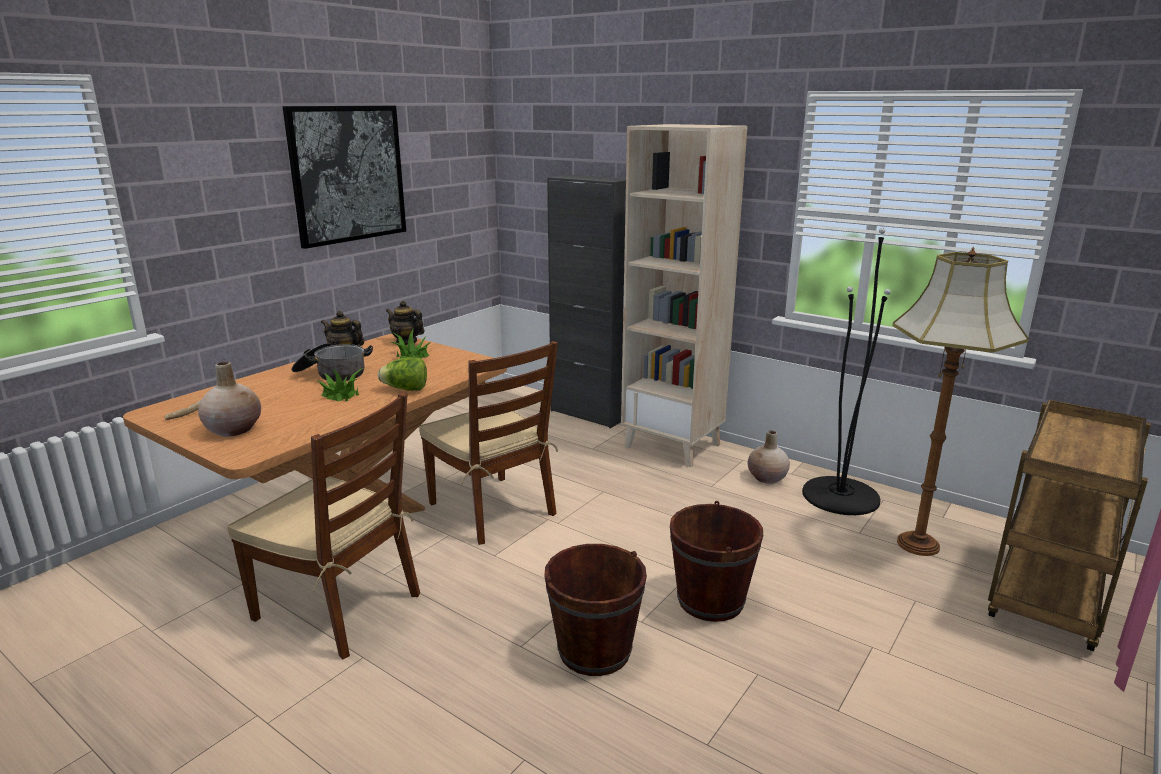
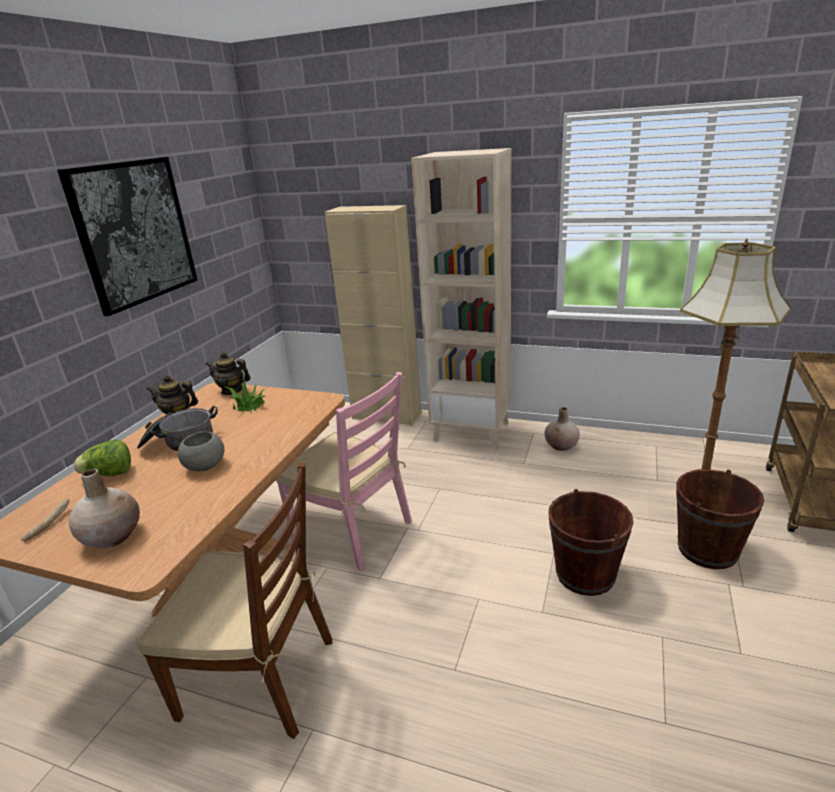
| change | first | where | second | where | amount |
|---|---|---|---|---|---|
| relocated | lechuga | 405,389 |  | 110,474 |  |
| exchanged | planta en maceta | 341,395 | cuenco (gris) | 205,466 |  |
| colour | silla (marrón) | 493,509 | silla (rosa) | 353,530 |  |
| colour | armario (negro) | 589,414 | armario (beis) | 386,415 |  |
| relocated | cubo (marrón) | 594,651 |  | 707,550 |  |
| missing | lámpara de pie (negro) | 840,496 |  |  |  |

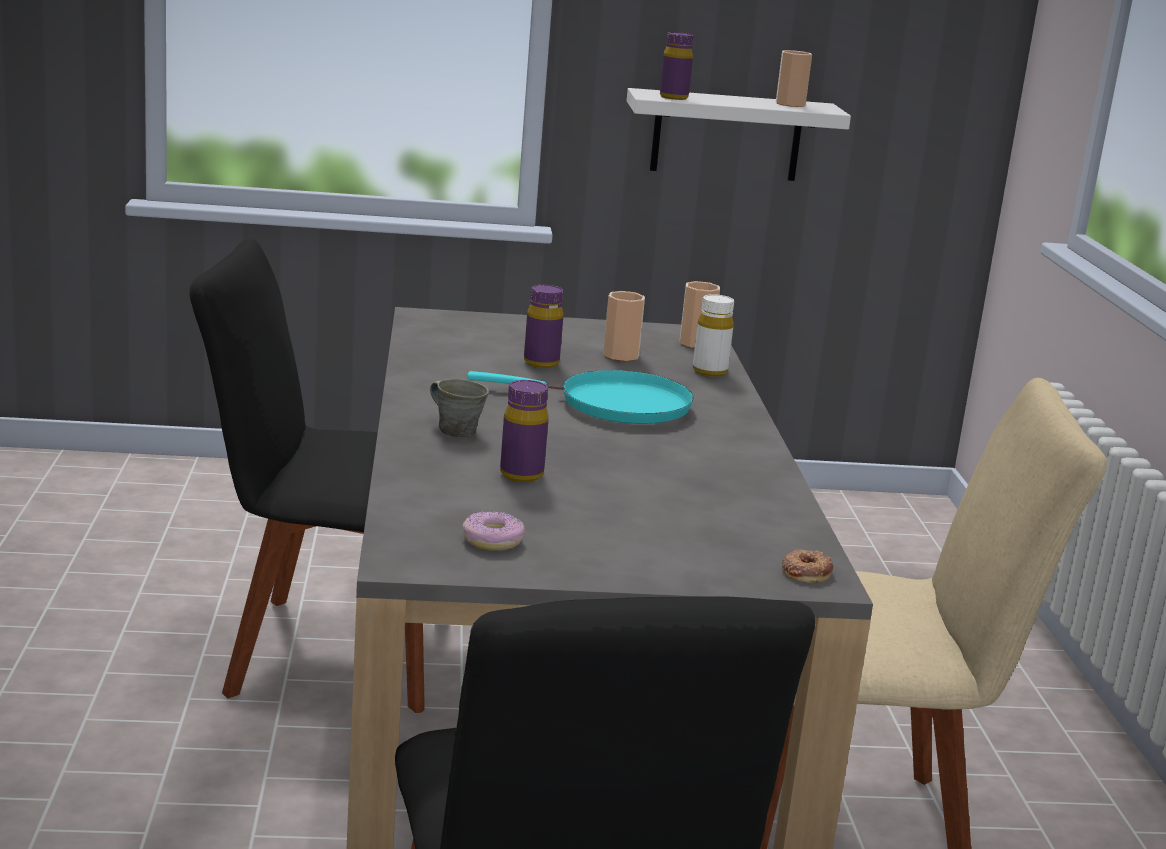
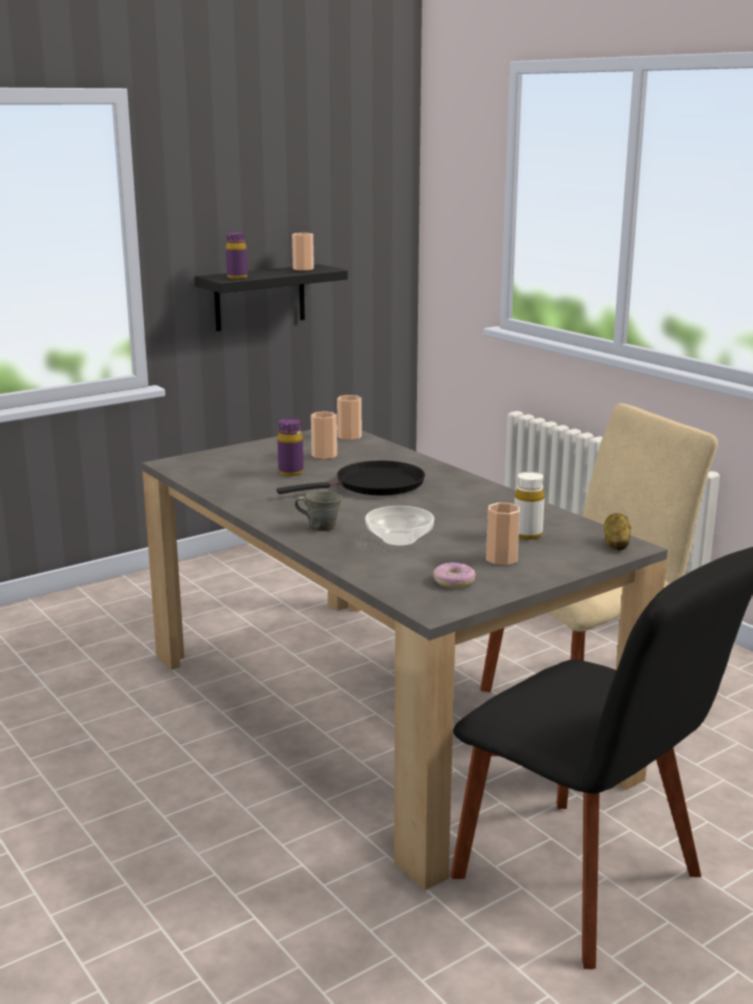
| change | first | where | second | where | amount |
|---|---|---|---|---|---|
| colour | estante (blanco) | 726,135 | estante (negro) | 260,297 |  |
| colour | sartén (turquesa) | 615,405 | sartén (negro) | 374,485 |  |
| exchanged | botella (morado) | 521,474 | cuenco | 400,540 |  |
| appeared |  |  | taza | 501,559 |  |
| relocated | botella (blanco) | 709,371 |  | 527,535 |  |
| exchanged | rosquilla | 805,572 | patata | 616,544 |  |
| missing | silla (negro) | 327,653 |  |  |  |

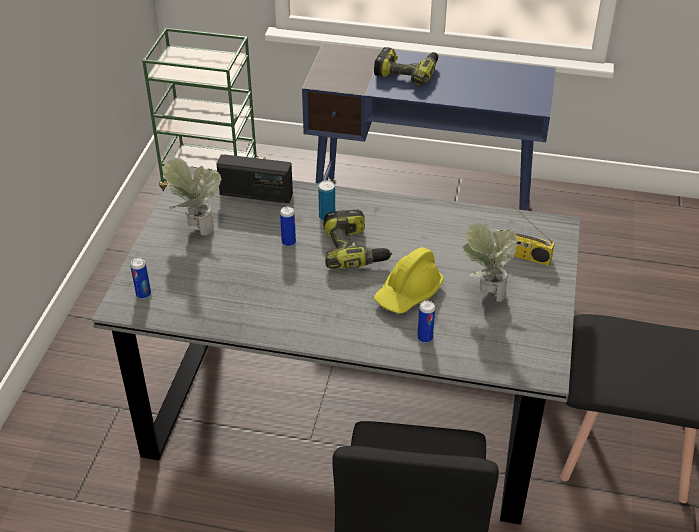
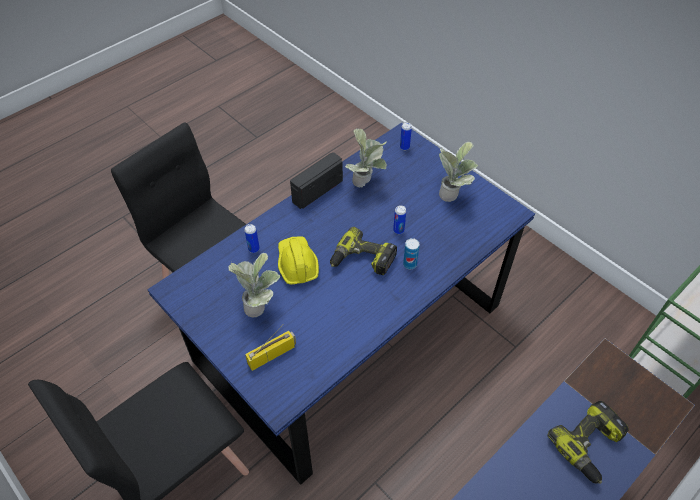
| change | first | where | second | where | amount |
|---|---|---|---|---|---|
| colour | mesa de comedor (gris) | 350,399 | mesa de comedor (azul) | 351,334 |  |
| relocated | radio | 256,194 |  | 317,190 |  |
| appeared |  |  | planta en maceta | 366,182 |  |

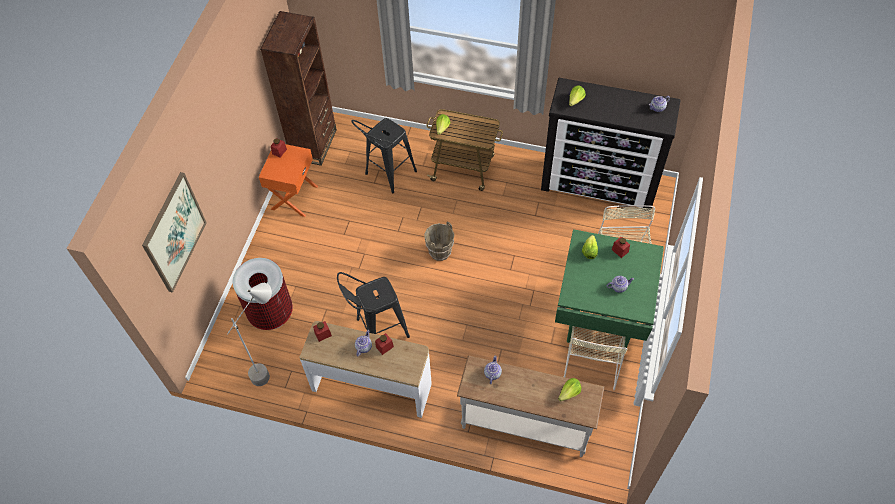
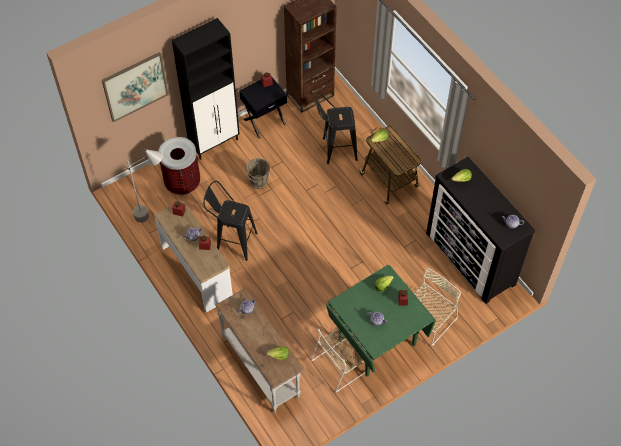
| change | first | where | second | where | amount |
|---|---|---|---|---|---|
| appeared |  |  | armario (negro) | 215,143 |  |
| colour | mesita de noche (naranja) | 293,197 | mesita de noche (negro) | 264,121 |  |
| relocated | cubo (marrón) | 439,252 |  | 258,182 |  |

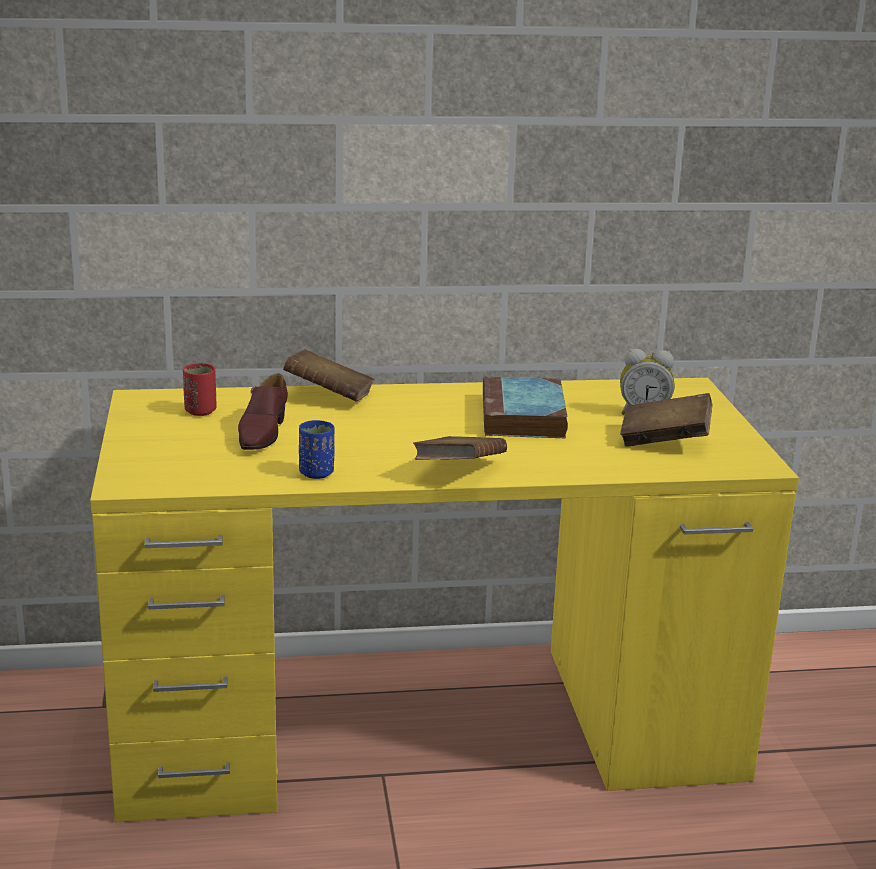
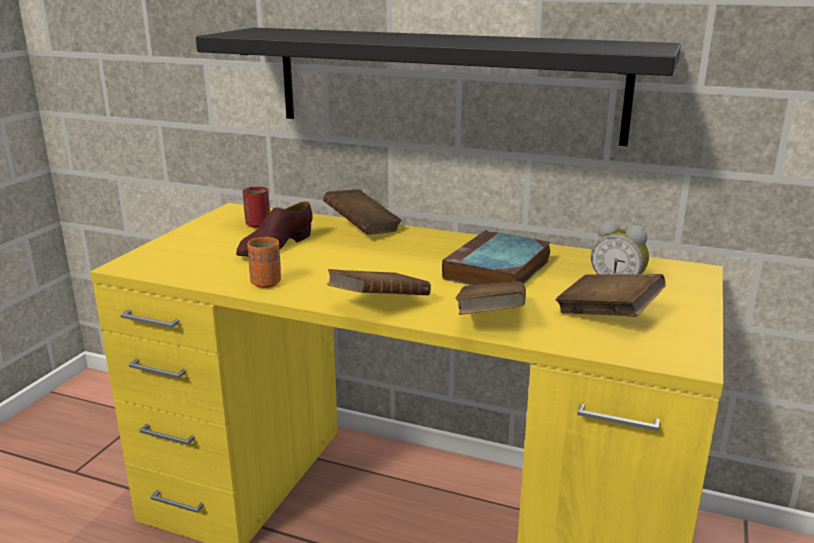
| change | first | where | second | where | amount |
|---|---|---|---|---|---|
| appeared |  |  | estante (negro) | 445,83 |  |
| colour | taza (azul) | 316,473 | taza (naranja) | 266,283 |  |
| appeared |  |  | libro (marrón) | 490,319 |  |

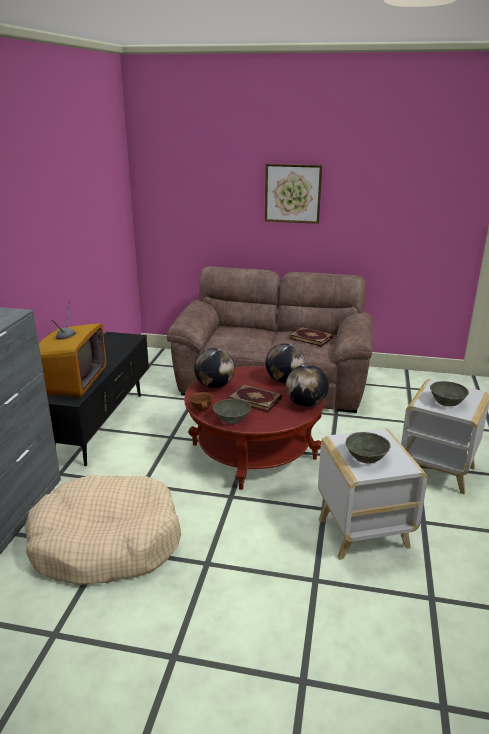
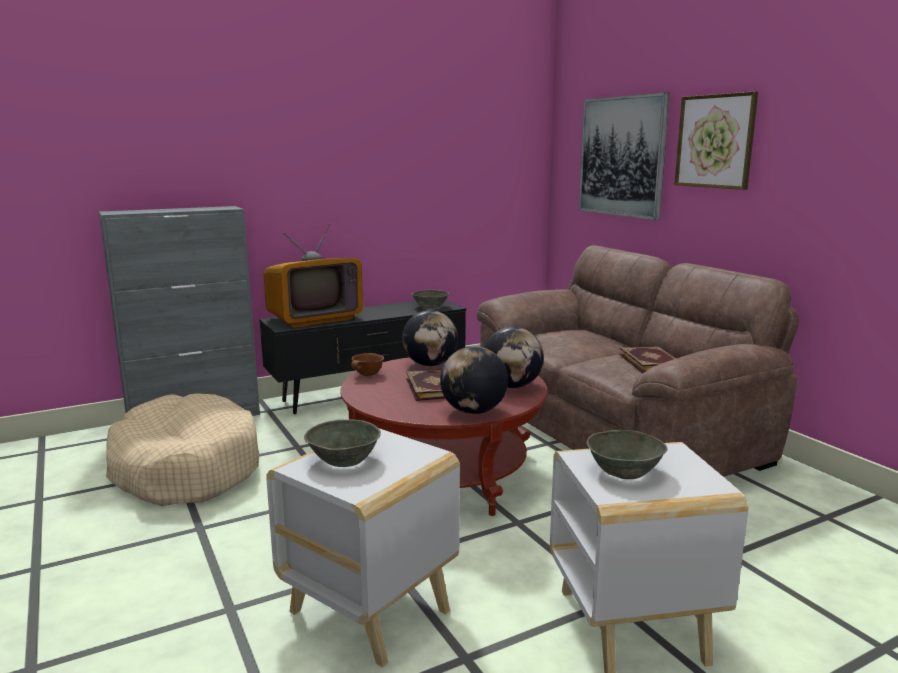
| change | first | where | second | where | amount |
|---|---|---|---|---|---|
| relocated | cuenco (gris) | 232,419 |  | 430,307 |  |
| appeared |  |  | cuadro | 622,156 |  |

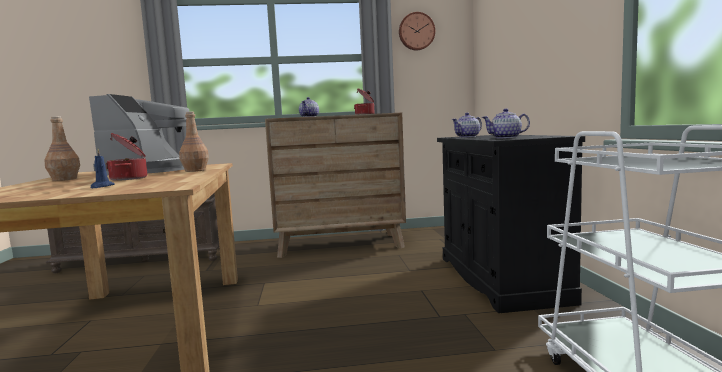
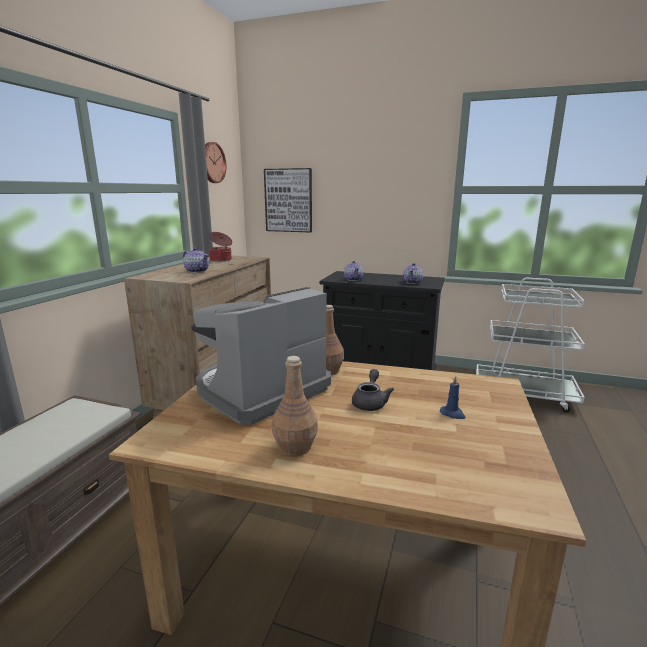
| change | first | where | second | where | amount |
|---|---|---|---|---|---|
| spun | cafetera | 153,170 |  | 260,391 | 75 degrees counterclockwise |
| appeared |  |  | cuadro | 288,200 |  |
| exchanged | olla | 130,178 | tetera (gris) | 370,402 |  |

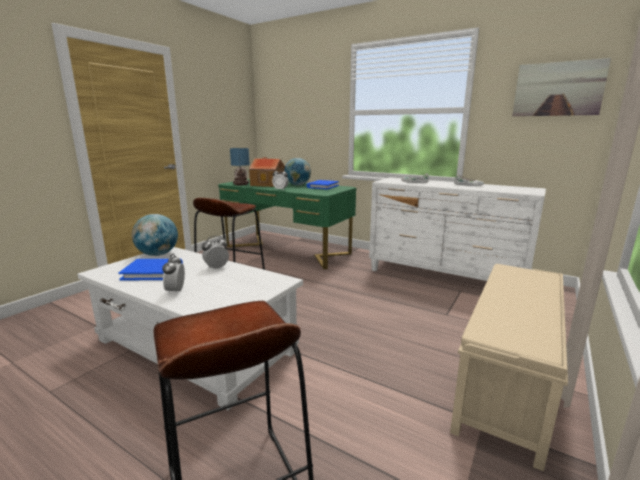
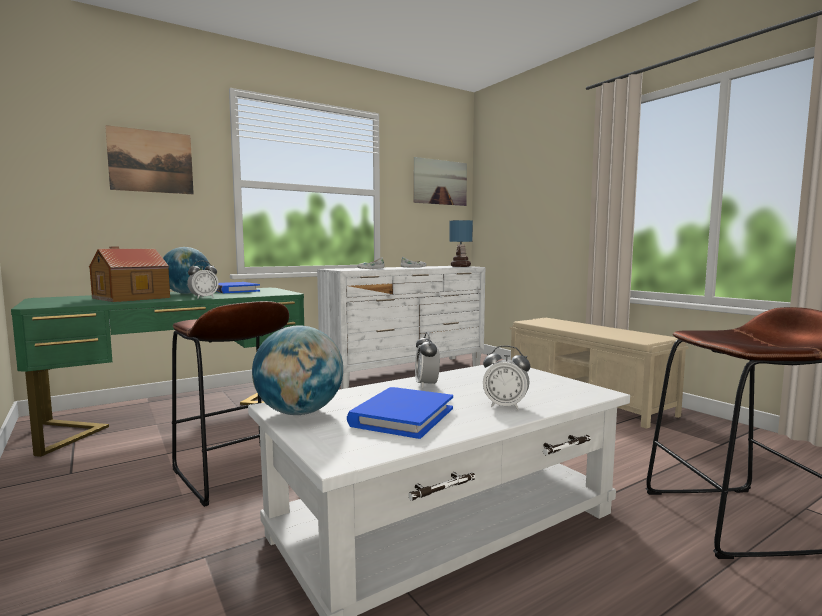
| change | first | where | second | where | amount |
|---|---|---|---|---|---|
| appeared |  |  | cuadro | 151,161 |  |
| relocated | lámpara de mesa | 241,184 |  | 460,266 |  |

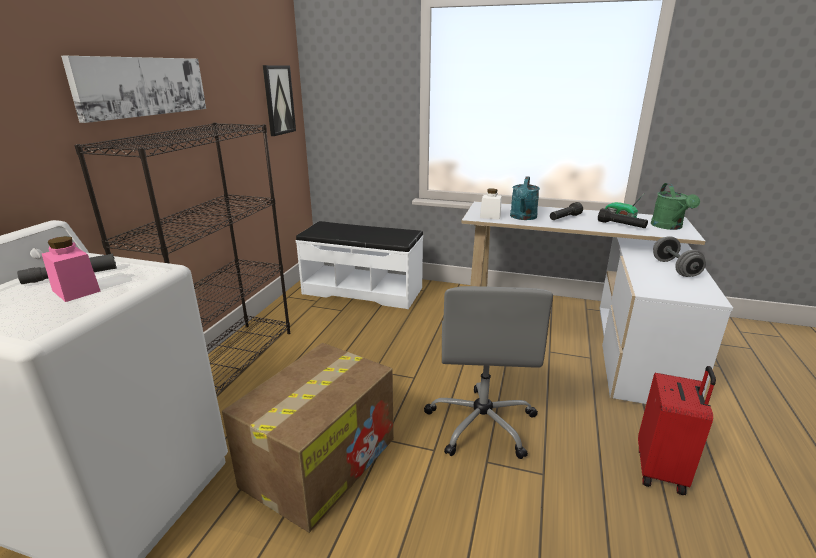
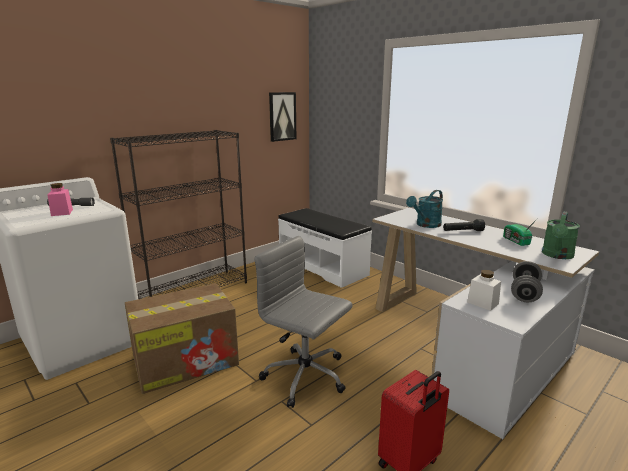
| change | first | where | second | where | amount |
|---|---|---|---|---|---|
| spun | silla de oficina (gris) | 481,423 |  | 306,377 | 90 degrees clockwise |
| relocated | tarro (blanco) | 490,216 |  | 482,303 |  |
| missing | cuadro | 142,86 |  |  |  |
| missing | linterna (negro) | 621,226 |  |  |  |

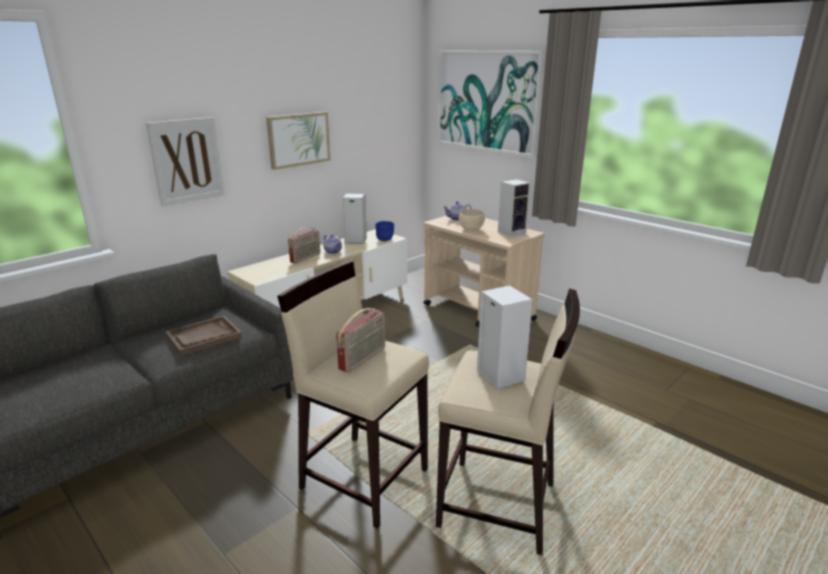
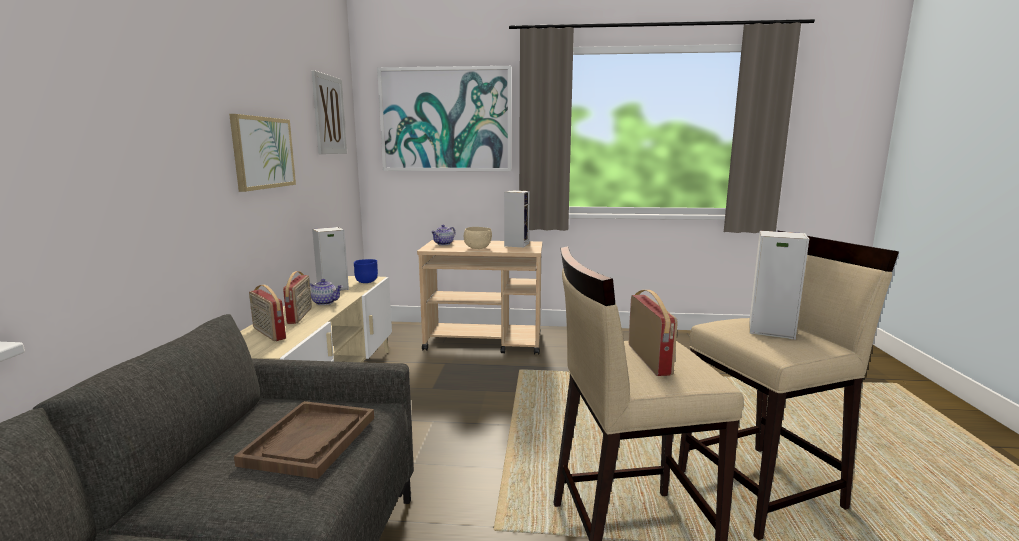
| change | first | where | second | where | amount |
|---|---|---|---|---|---|
| appeared |  |  | radio | 268,333 |  |
| relocated | cuadro | 187,161 |  | 329,115 |  |

